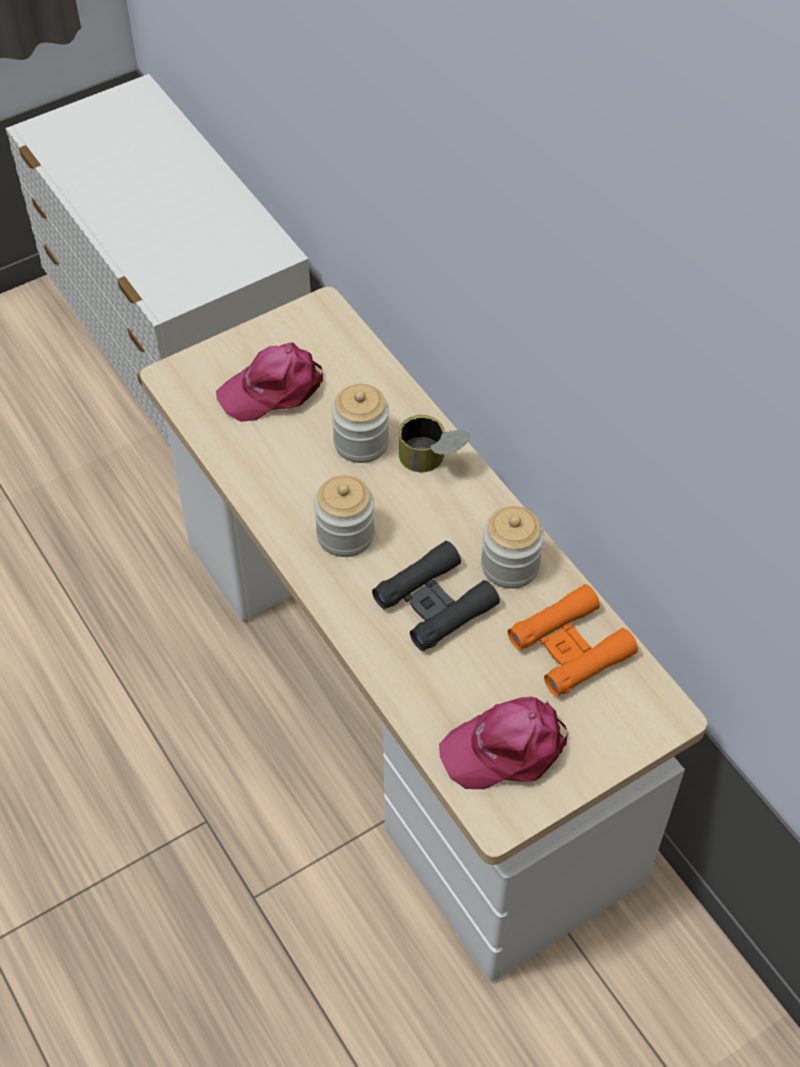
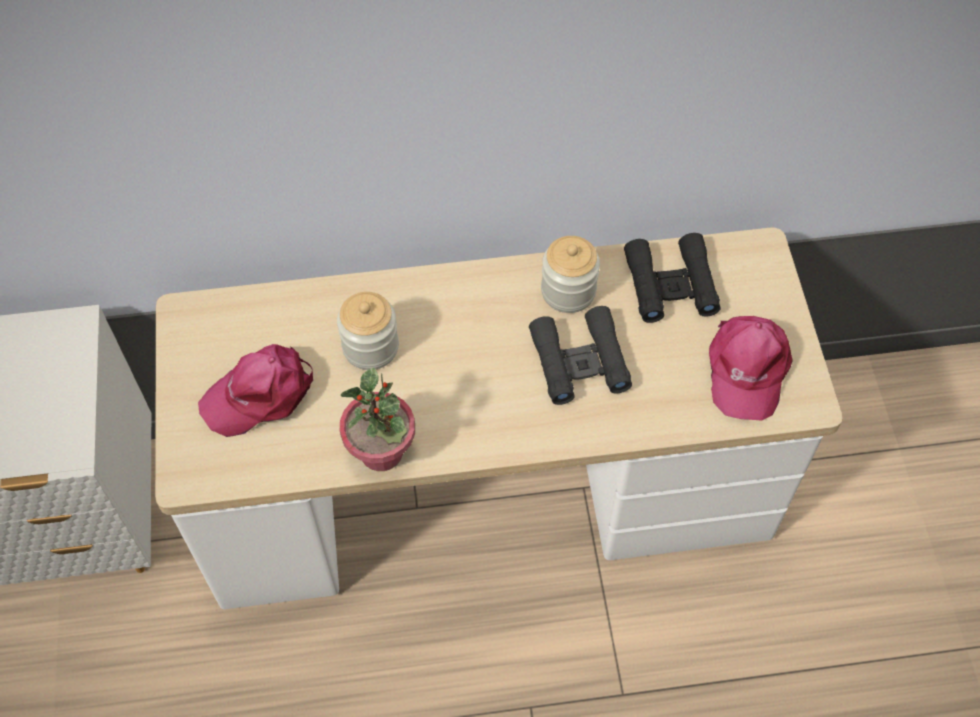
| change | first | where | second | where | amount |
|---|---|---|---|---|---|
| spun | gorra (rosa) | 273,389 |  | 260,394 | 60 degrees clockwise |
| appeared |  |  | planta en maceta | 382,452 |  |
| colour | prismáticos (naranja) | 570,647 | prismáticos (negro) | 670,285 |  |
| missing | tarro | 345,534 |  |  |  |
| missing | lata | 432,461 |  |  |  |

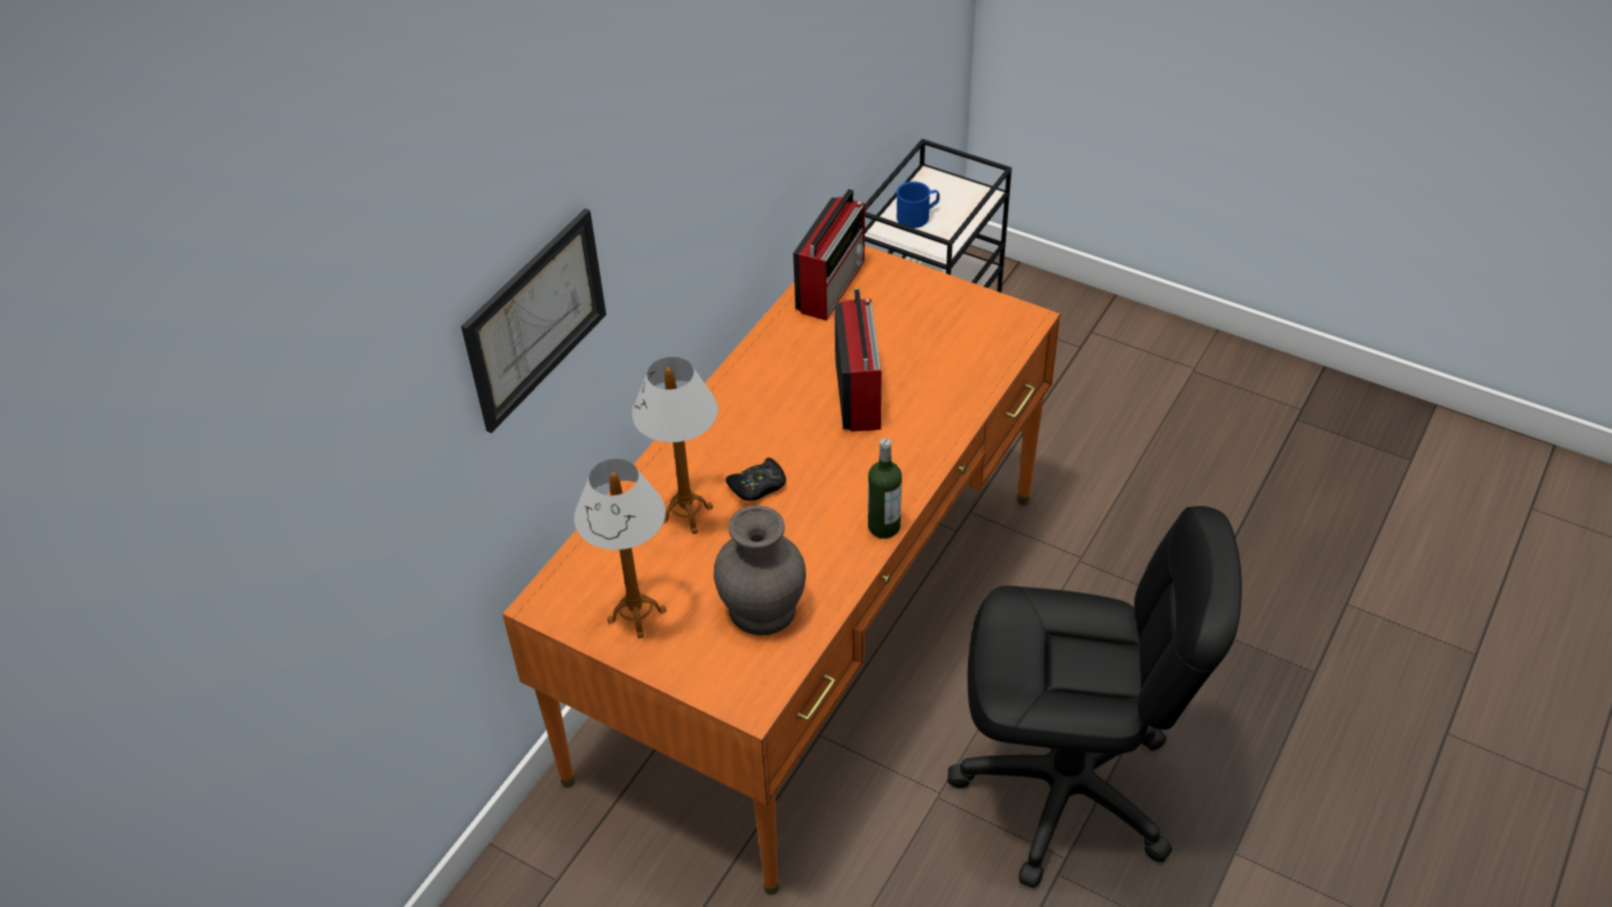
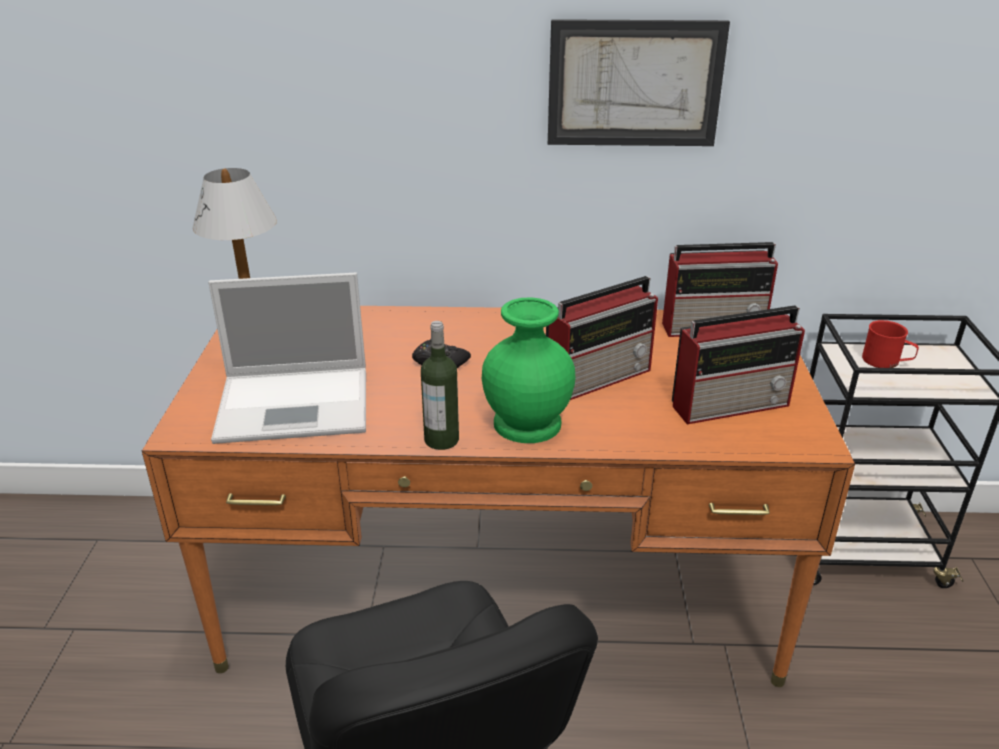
| change | first | where | second | where | amount |
|---|---|---|---|---|---|
| exchanged | florero (gris) | 760,608 | portátil | 297,404 |  |
| appeared |  |  | florero (verde) | 529,424 |  |
| relocated | cuadro | 535,319 |  | 634,83 |  |
| appeared |  |  | radio | 732,404 |  |
| colour | taza grande (azul) | 917,216 | taza grande (rojo) | 886,362 |  |
| missing | lámpara de mesa | 687,514 |  |  |  |

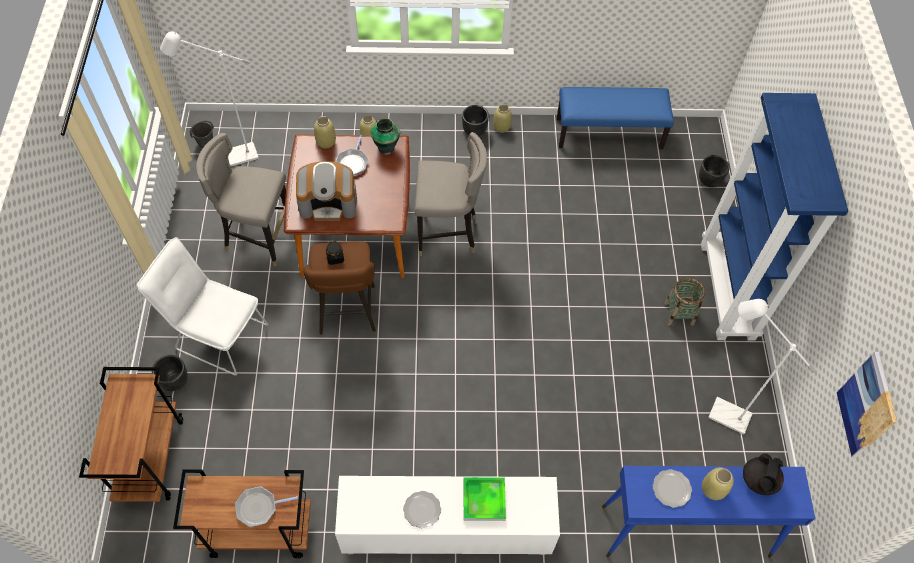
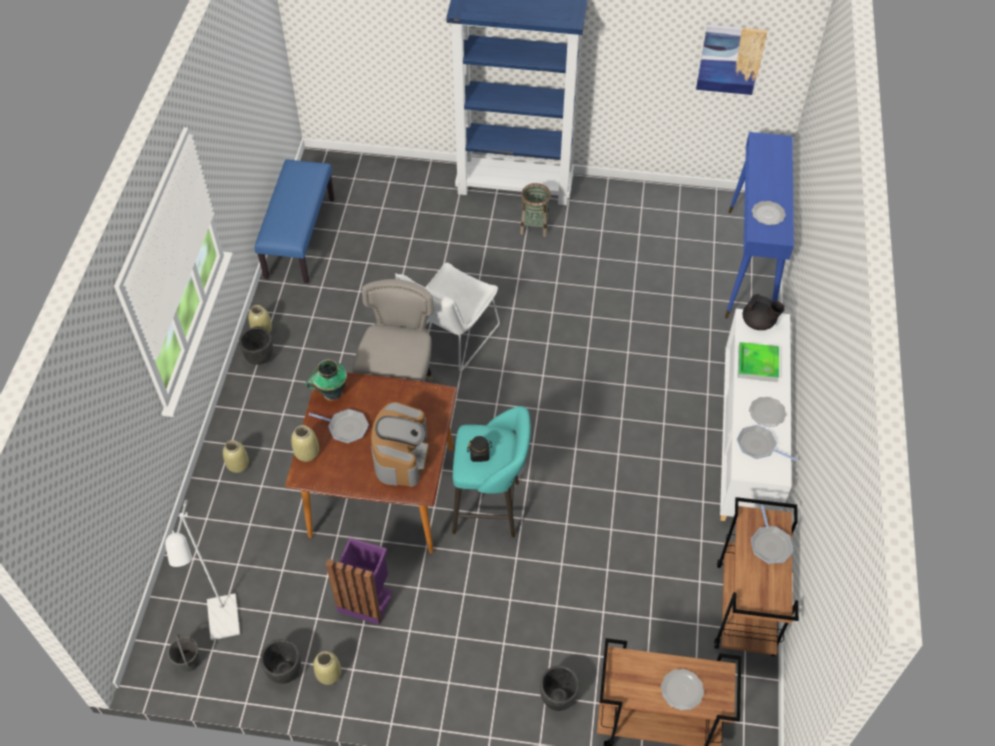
| change | first | where | second | where | amount |
|---|---|---|---|---|---|
| relocated | maceta (negro) | 709,181 |  | 285,671 |  |
| relocated | florero (beis) | 713,489 |  | 329,674 |  |
| exchanged | taburete (gris) | 258,238 | papelera (morado) | 366,598 |  |
| relocated | silla (blanco) | 217,334 |  | 449,339 |  |
| colour | taburete (marrón) | 347,313 | taburete (turquesa) | 491,507 |  |
| appeared |  |  | plato | 681,690 |  |
| appeared |  |  | sartén | 758,446 |  |
| relocated | tetera (negro) | 759,481 |  | 758,323 |  |
| missing | lámpara de pie (blanco) | 722,412 |  |  |  |

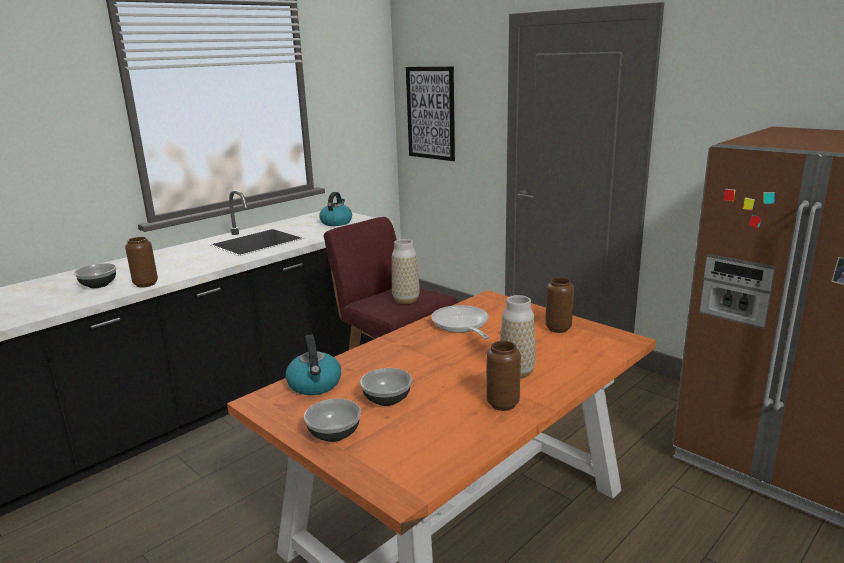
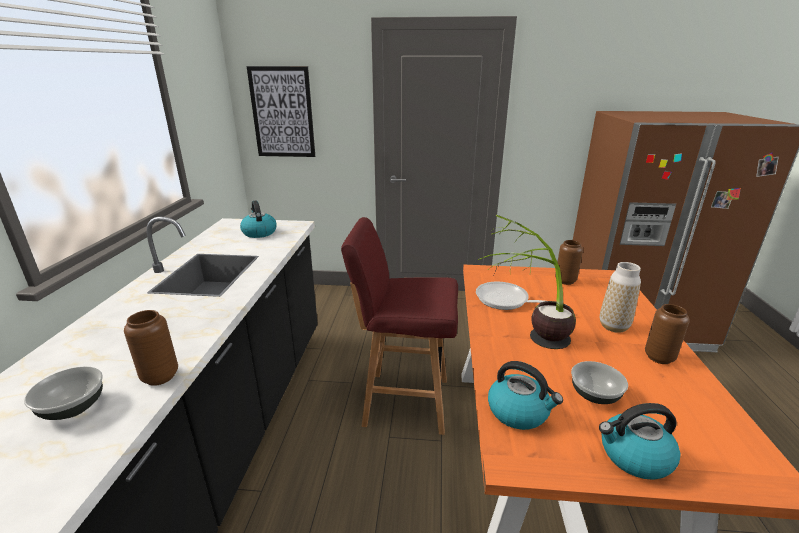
| change | first | where | second | where | amount |
|---|---|---|---|---|---|
| appeared |  |  | planta en maceta | 528,341 |  |
| exchanged | cuenco | 334,434 | hervidor | 634,456 |  |
| missing | florero | 406,300 |  |  |  |

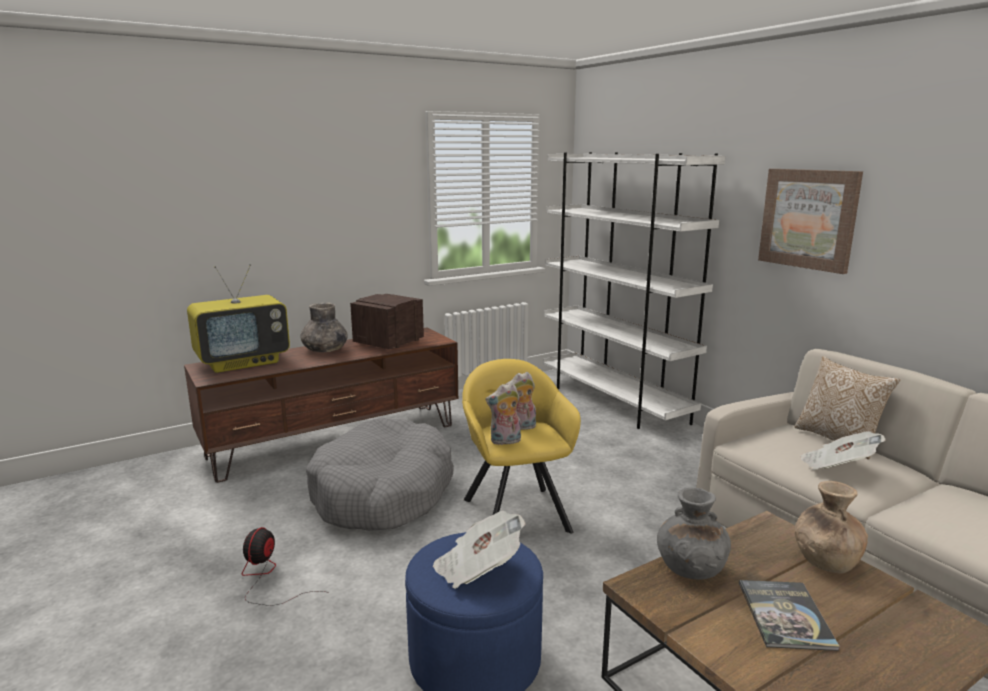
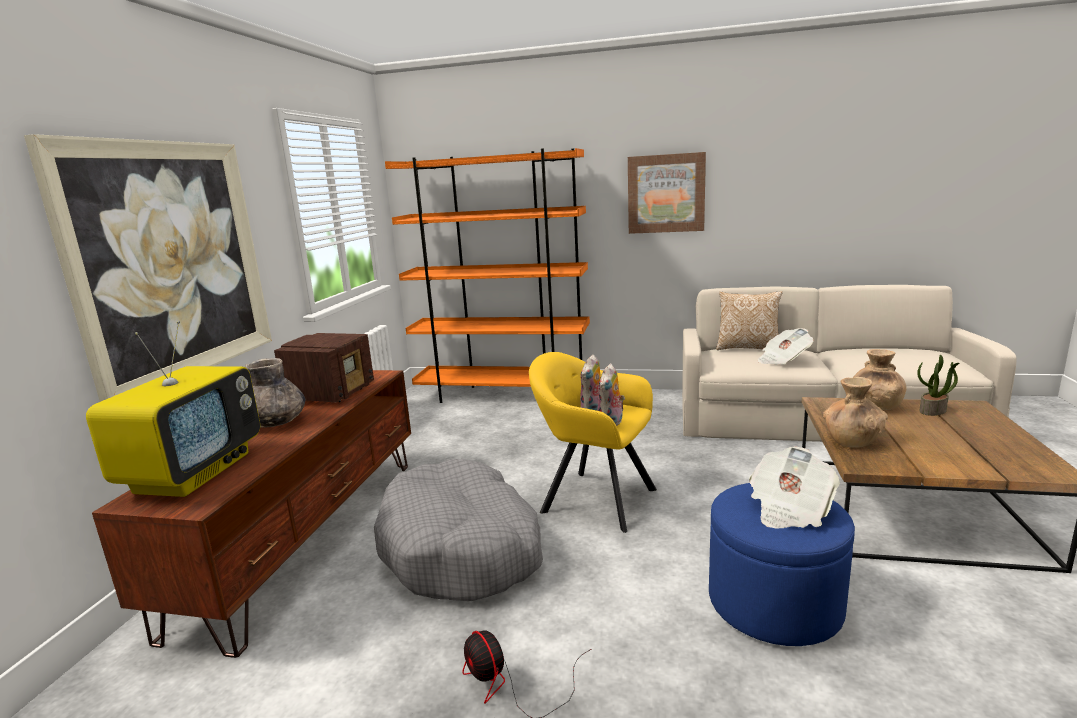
| change | first | where | second | where | amount |
|---|---|---|---|---|---|
| appeared |  |  | cuadro | 171,261 |  |
| spun | radio | 387,343 |  | 332,393 | 150 degrees counterclockwise |
| colour | estantería (blanco) | 614,402 | estantería (naranja) | 504,395 |  |
| colour | florero (gris) | 690,568 | florero (marrón) | 852,441 |  |
| appeared |  |  | planta en maceta | 933,411 |  |
| missing | libro | 785,615 |  |  |  |

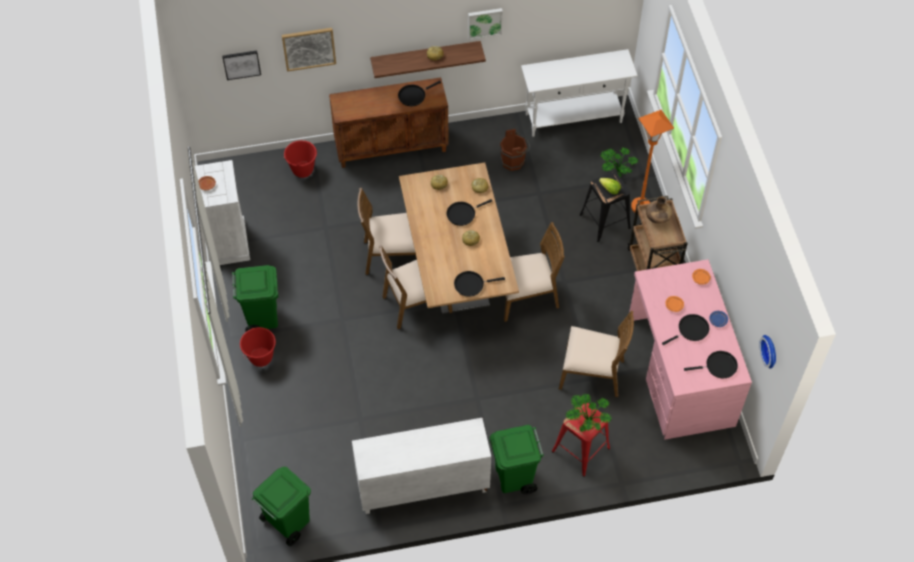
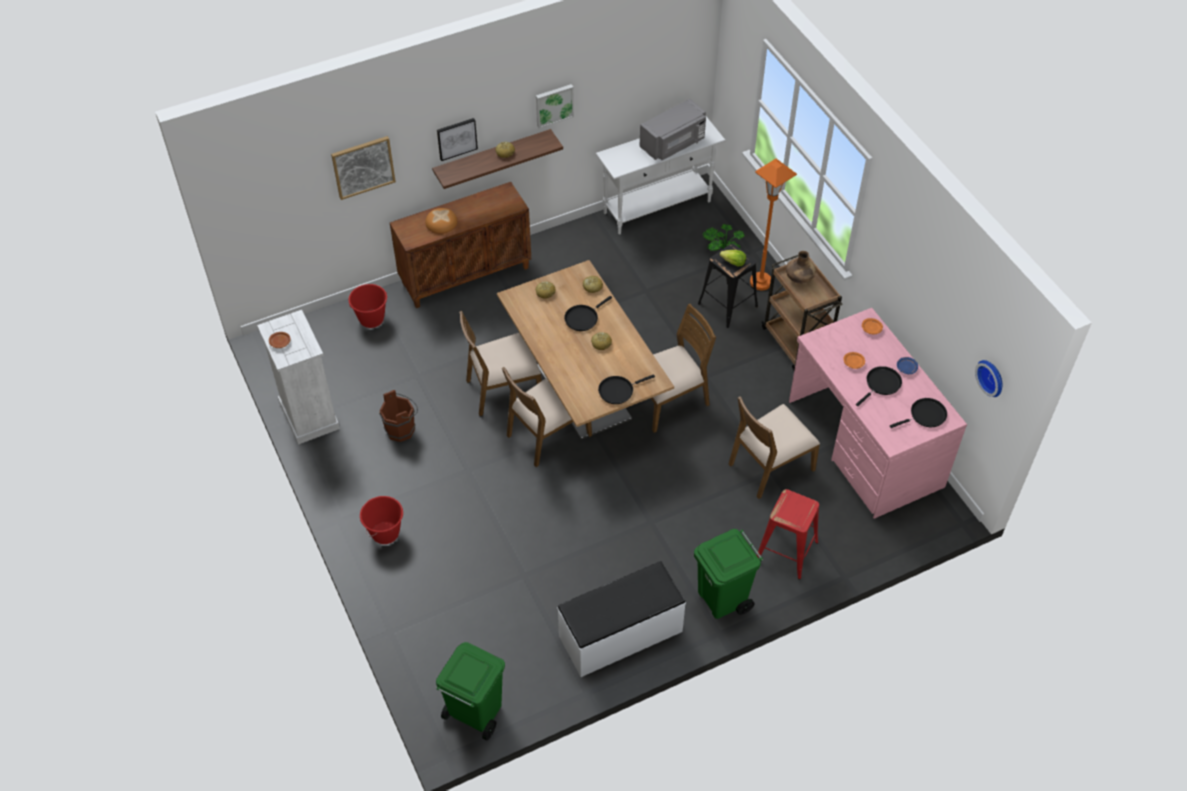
| change | first | where | second | where | amount |
|---|---|---|---|---|---|
| relocated | cubo (marrón) | 514,161 |  | 402,429 |  |
| appeared |  |  | pan | 441,223 |  |
| relocated | cuadro | 241,64 |  | 456,138 |  |
| exchanged | armario (blanco) | 422,487 | banco (blanco) | 621,634 |  |
| appeared |  |  | microondas (gris) | 673,143 |  |
| spun | silla (marrón) | 592,373 |  | 770,466 | 150 degrees clockwise |
| missing | papelera (verde) | 262,317 |  |  |  |
| missing | sartén (negro) | 413,96 |  |  |  |
| missing | planta en maceta | 587,420 |  |  |  |

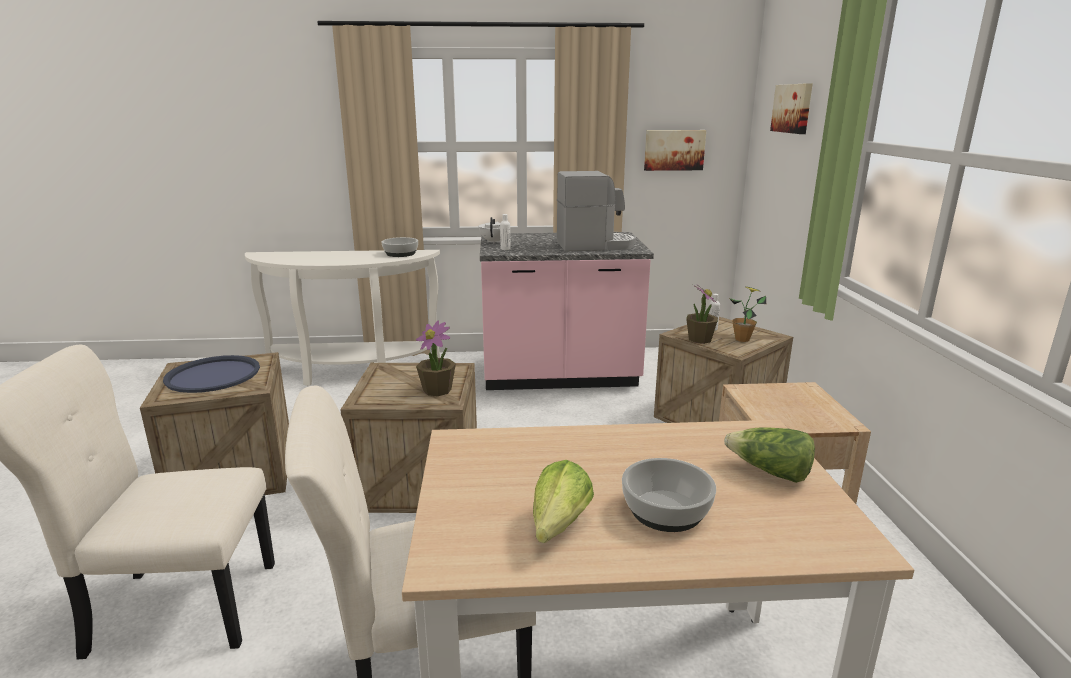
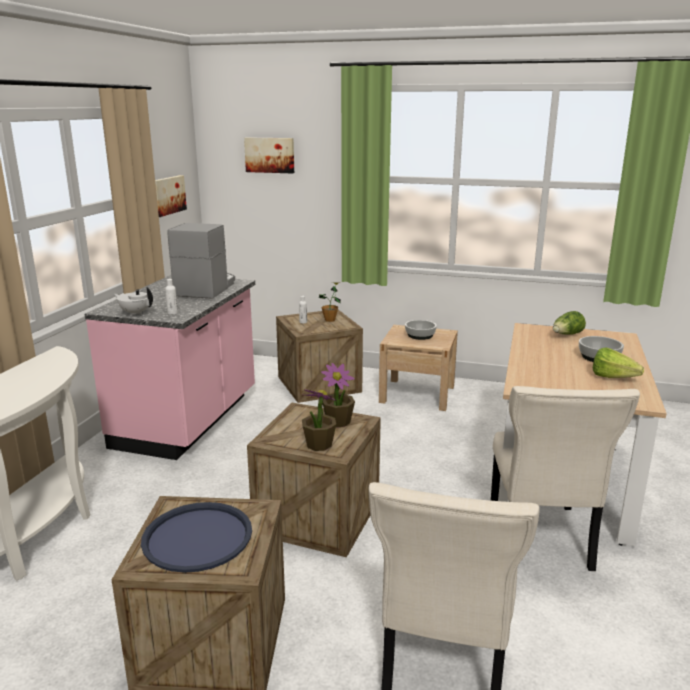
| change | first | where | second | where | amount |
|---|---|---|---|---|---|
| relocated | planta en maceta | 700,339 |  | 319,444 |  |
| relocated | cuenco | 400,254 |  | 420,335 |  |

